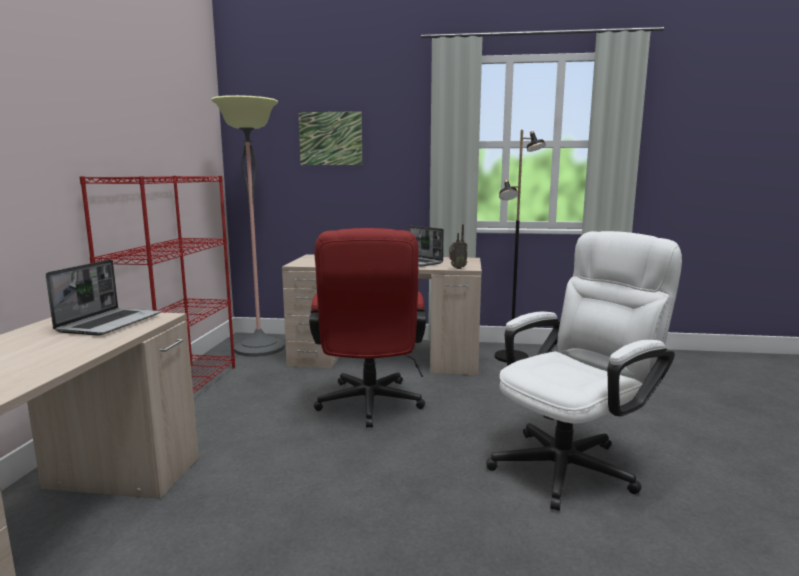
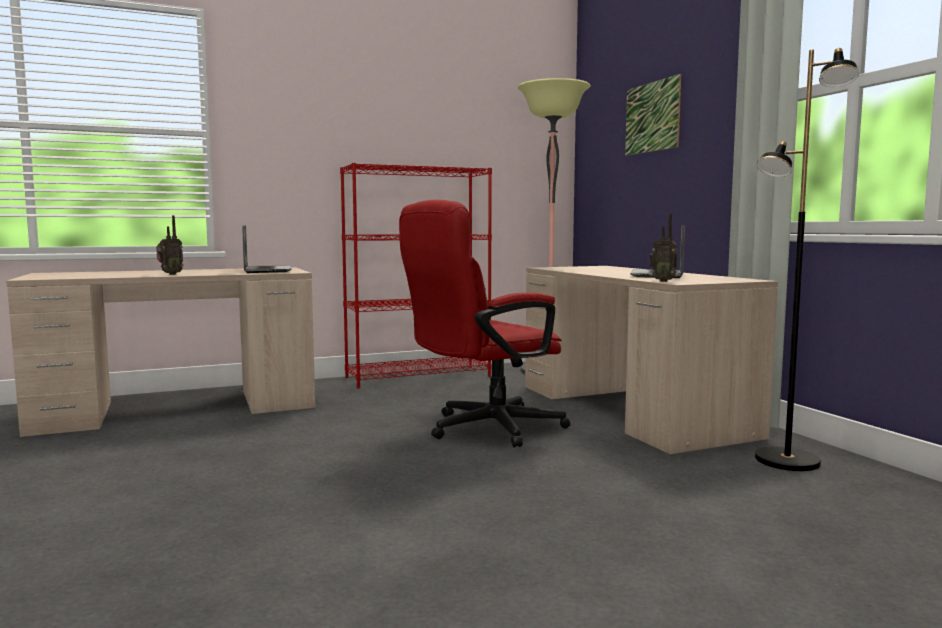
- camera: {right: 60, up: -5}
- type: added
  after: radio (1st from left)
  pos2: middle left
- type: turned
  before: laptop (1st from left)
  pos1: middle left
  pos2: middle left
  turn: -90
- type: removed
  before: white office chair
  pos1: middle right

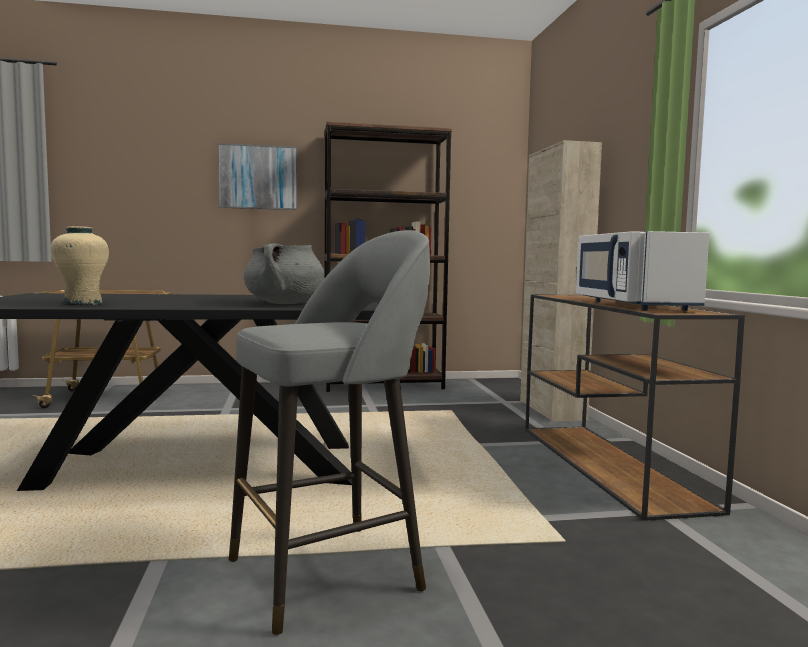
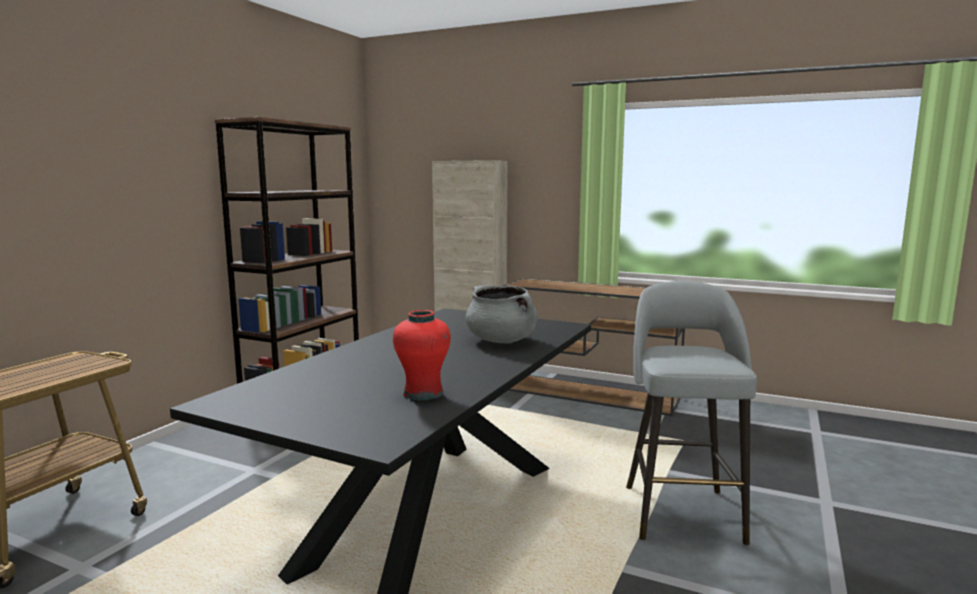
- camera: {right: -55, up: 5}
- type: recoloured
  before: beige vase
  after: red vase
  pos1: middle left
  pos2: centre
- type: removed
  before: picture
  pos1: top left
- type: removed
  before: white microwave
  pos1: middle right

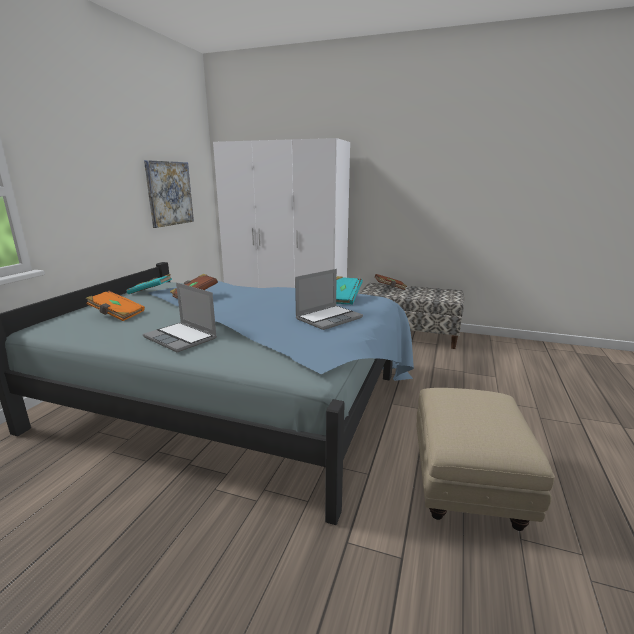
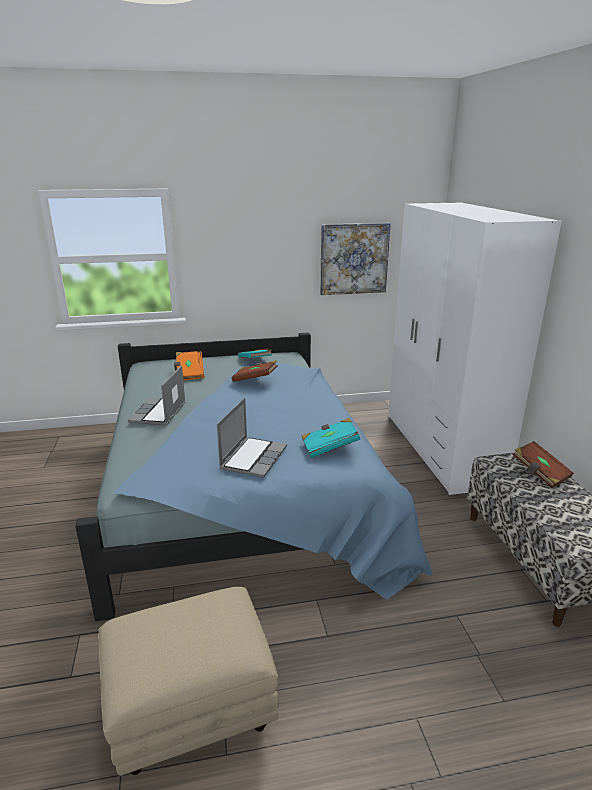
- camera: {right: 60, up: 5}
- type: turned
  before: laptop (2nd from left)
  pos1: centre
  pos2: centre
  turn: -90

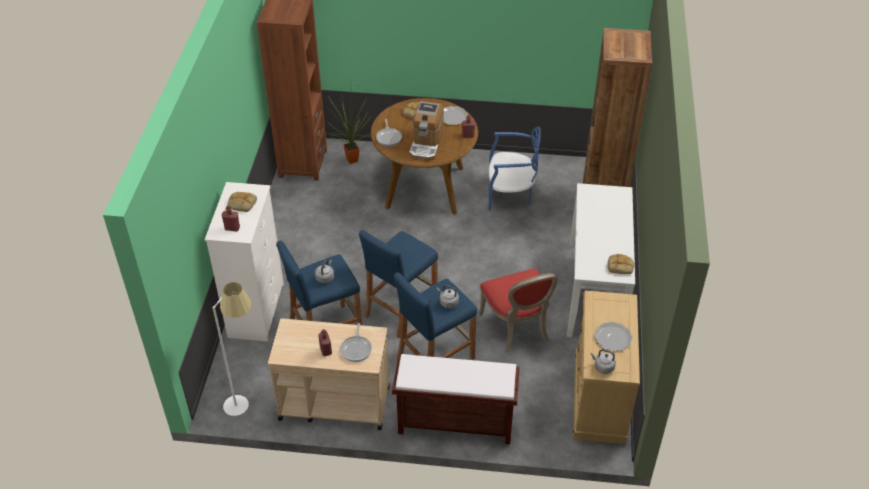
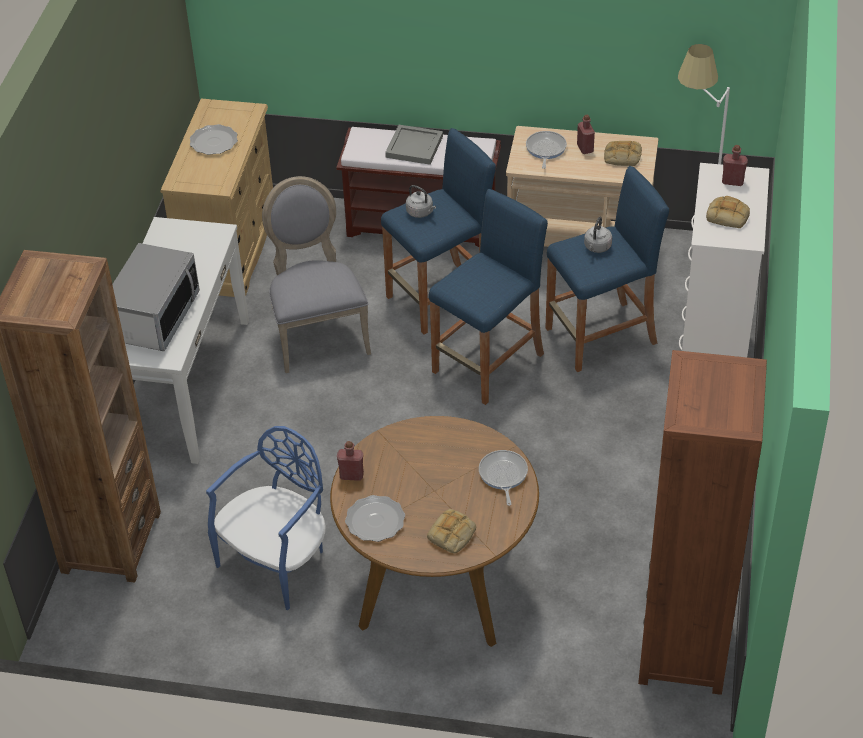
- camera: {right: -175, up: 0}
- type: added
  after: microwave
  pos2: middle left
- type: turned
  before: blue chair
  pos1: centre
  pos2: bottom left
  turn: 120
- type: recoloured
  before: red chair
  after: grey chair
  pos1: centre
  pos2: centre
- type: added
  after: grey tray
  pos2: top centre
- type: moved
  before: bread (3rd from left in the first image)
  after: bread (2nd from left)
  pos1: middle right
  pos2: top right
- type: removed
  before: potted plant
  pos1: top centre
- type: removed
  before: coffee machine
  pos1: top centre
- type: removed
  before: grey kettle (3rd from left)
  pos1: bottom right

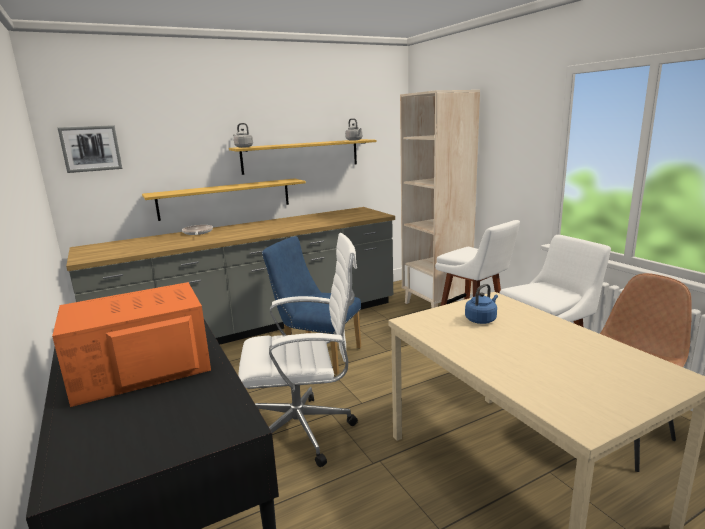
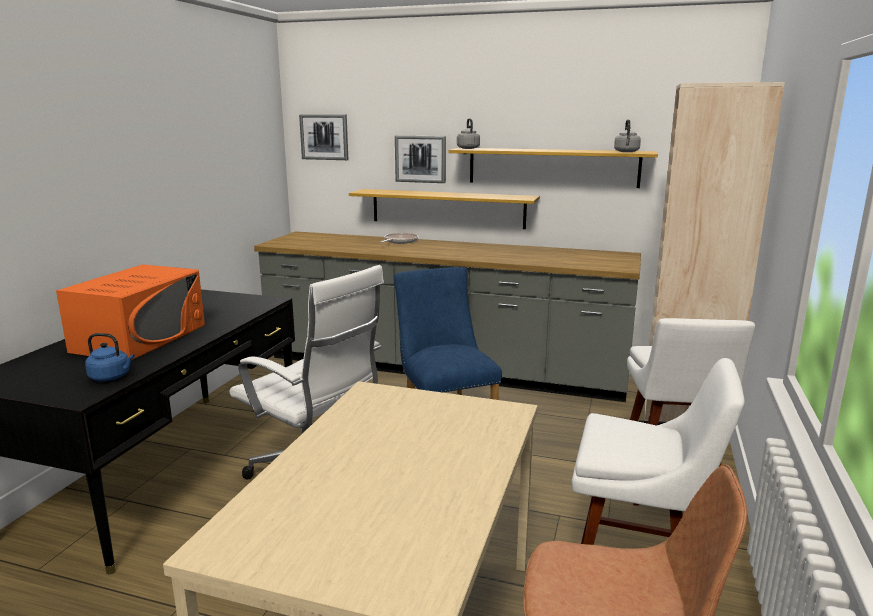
- camera: {right: 45, up: 0}
- type: turned
  before: orange microwave
  pos1: middle left
  pos2: middle left
  turn: 90
- type: moved
  before: blue kettle
  pos1: middle right
  pos2: middle left
- type: added
  after: picture (2nd from left)
  pos2: top centre

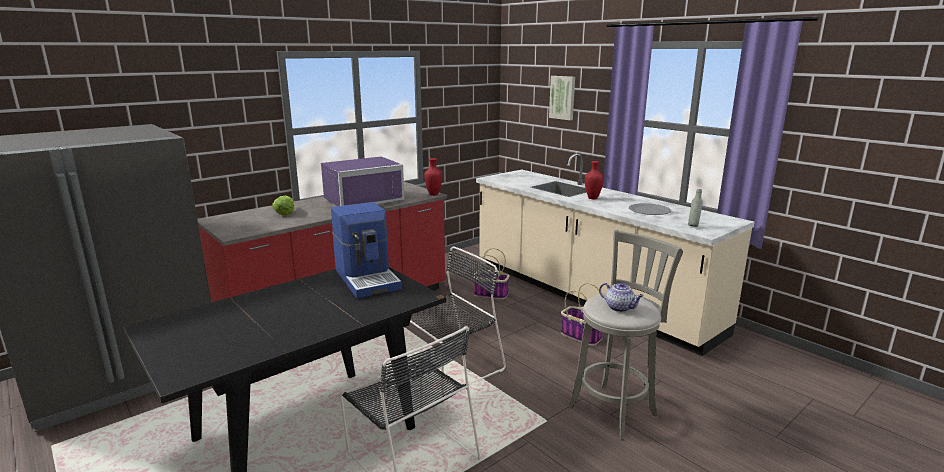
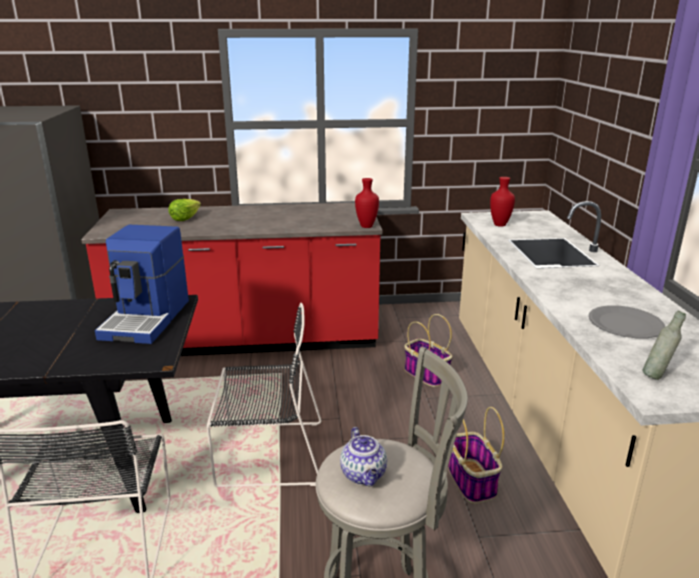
- camera: {right: 35, up: 5}
- type: moved
  before: red vase (2nd from left)
  pos1: centre
  pos2: middle right
- type: removed
  before: purple microwave
  pos1: centre
- type: removed
  before: picture
  pos1: top centre

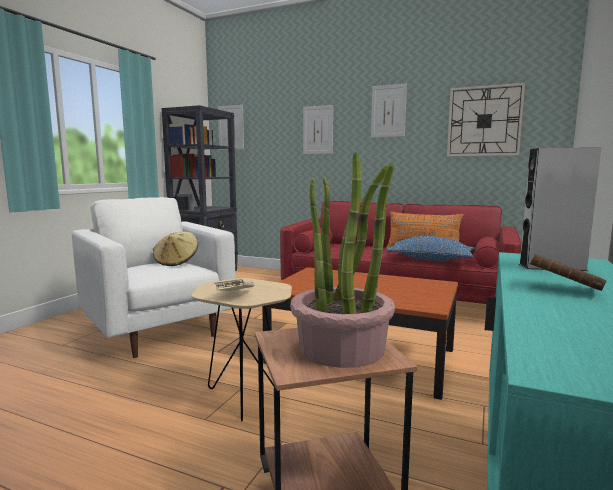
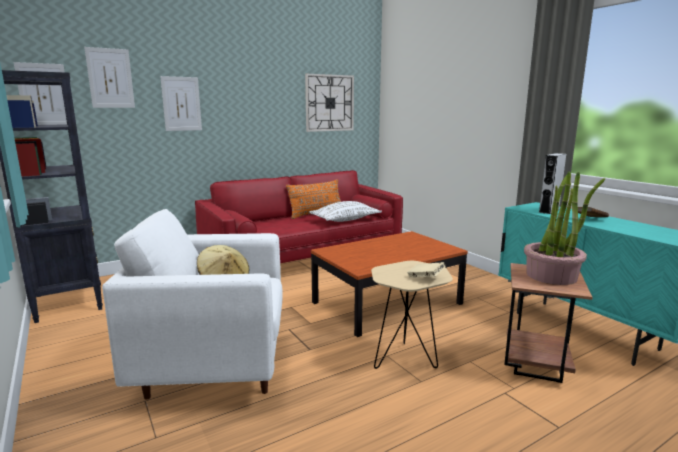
- camera: {right: -55, up: 5}
- type: moved
  before: picture (3rd from left in the first image)
  after: picture (2nd from left)
  pos1: top centre
  pos2: top left
- type: recoloured
  before: blue pillow
  after: white pillow
  pos1: middle right
  pos2: centre

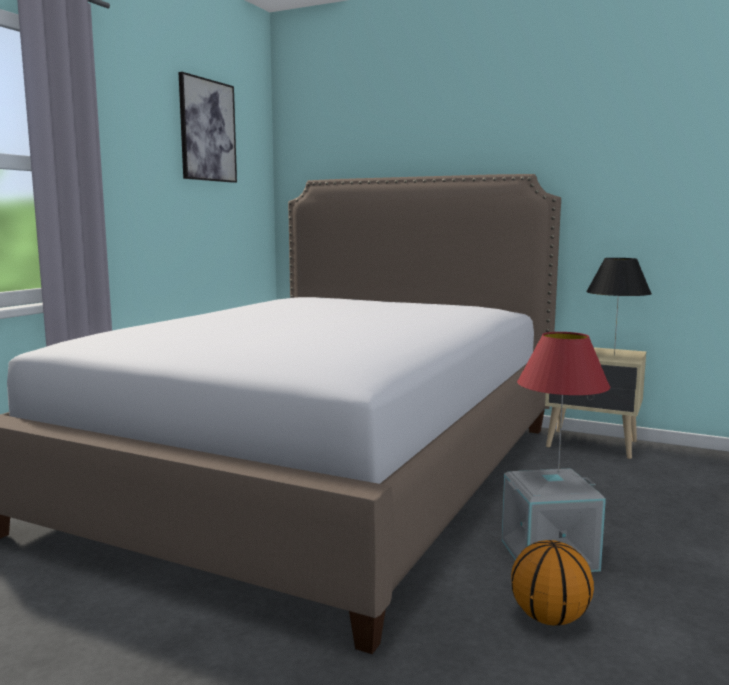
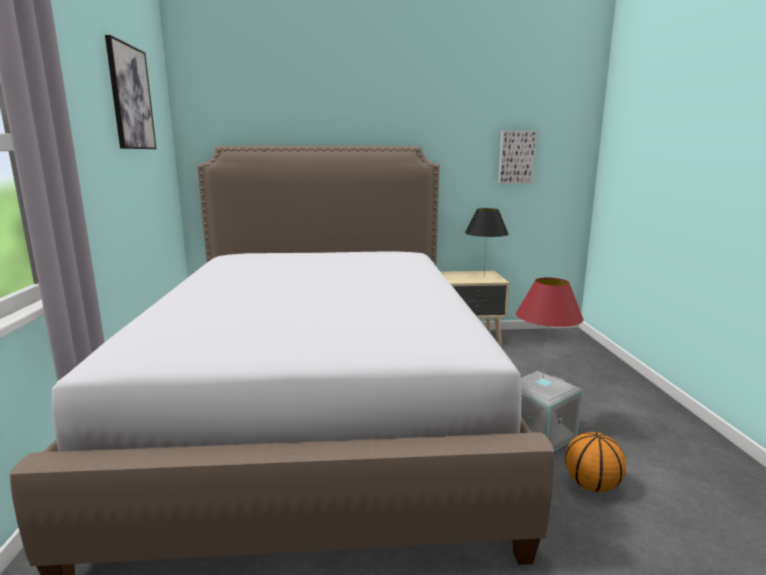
- camera: {right: -30, up: 5}
- type: added
  after: picture (2nd from left)
  pos2: top right

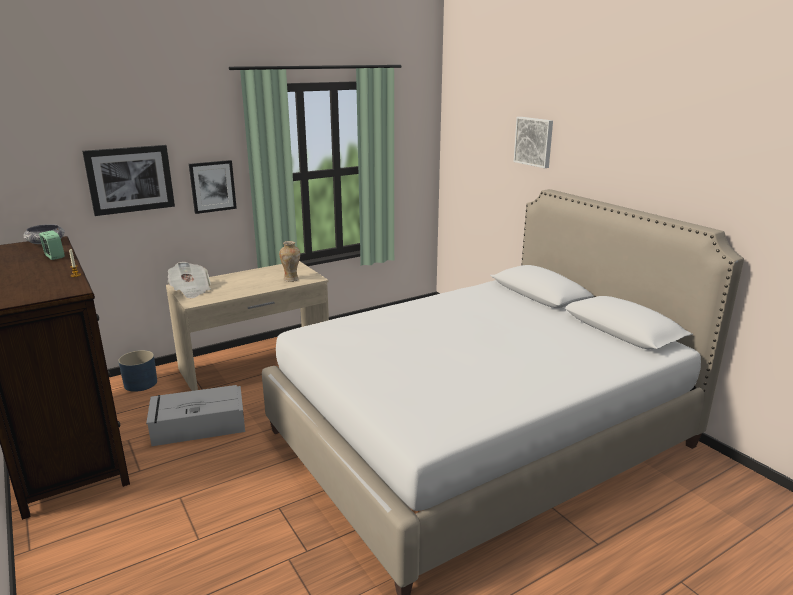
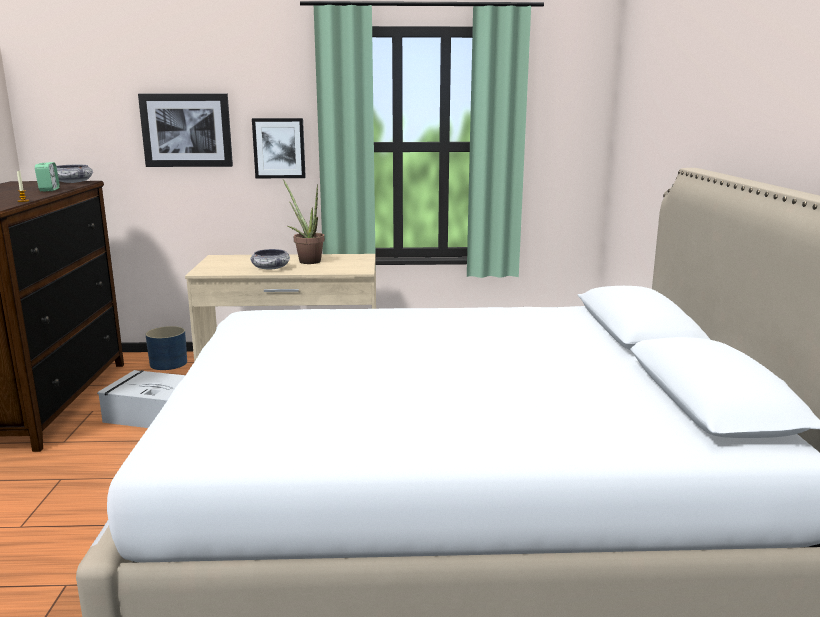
- camera: {right: 30, up: -5}
- type: added
  after: bowl (2nd from left)
  pos2: middle left
- type: added
  after: potted plant
  pos2: centre
- type: removed
  before: newspaper
  pos1: middle left
- type: removed
  before: vase
  pos1: centre
- type: removed
  before: picture (3rd from left)
  pos1: top right

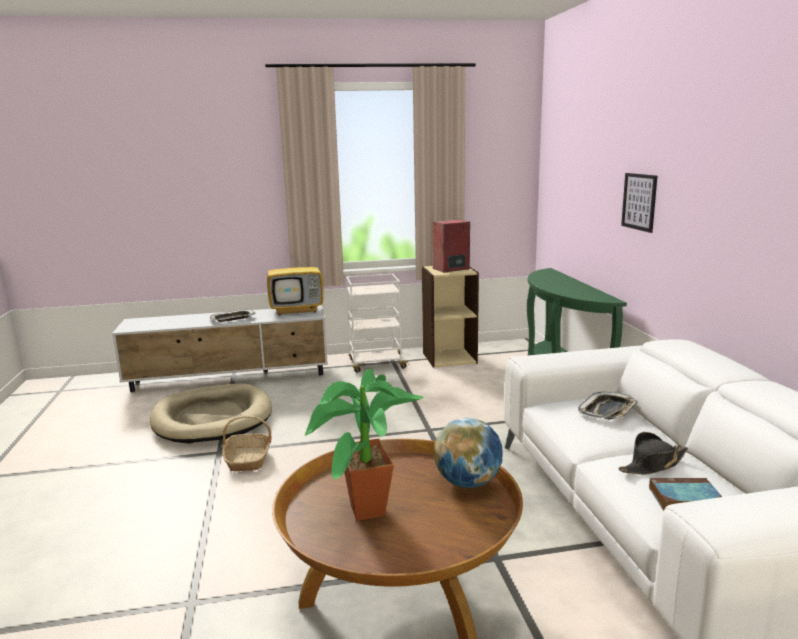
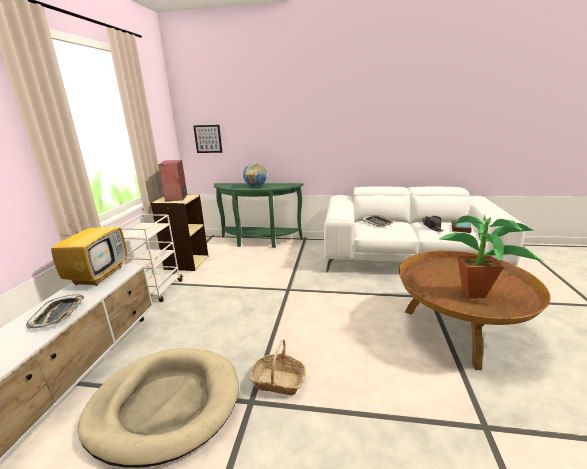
- camera: {right: -70, up: 5}
- type: moved
  before: picture
  pos1: top right
  pos2: top centre
- type: moved
  before: globe
  pos1: bottom centre
  pos2: centre

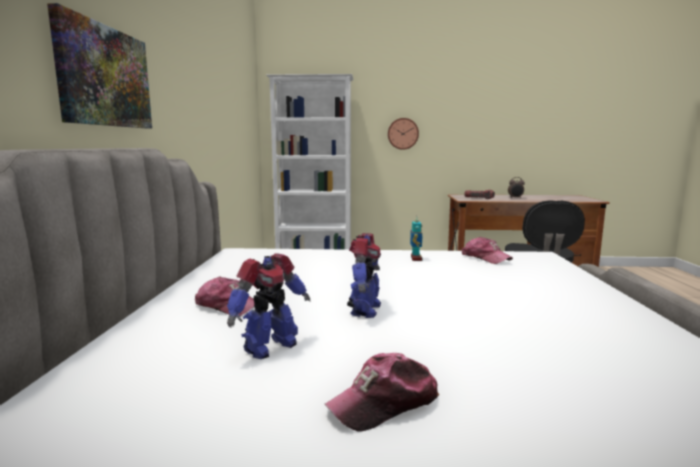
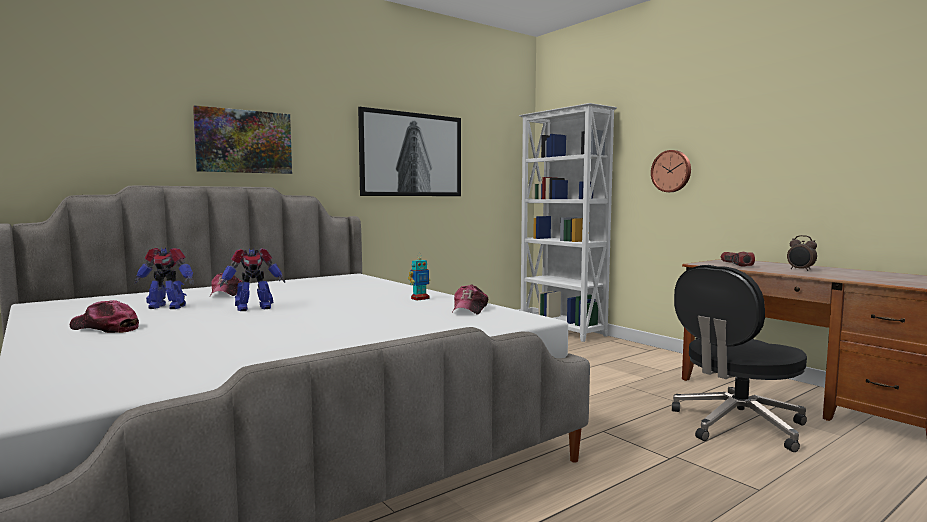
- camera: {right: 50, up: -5}
- type: added
  after: picture (2nd from left)
  pos2: top centre

